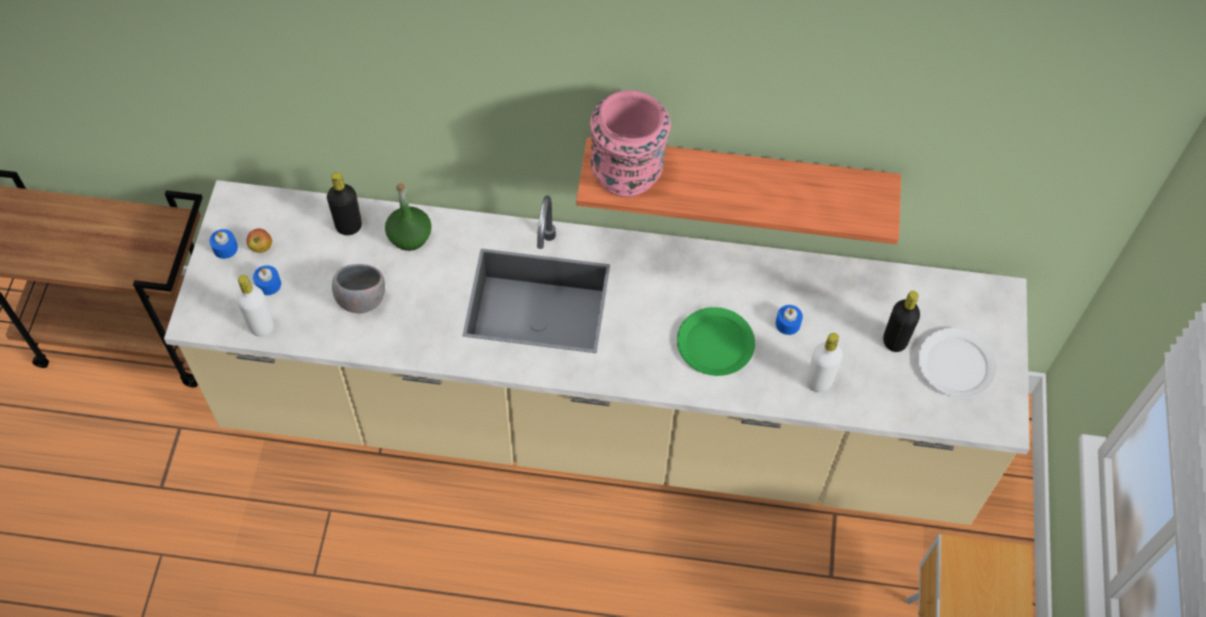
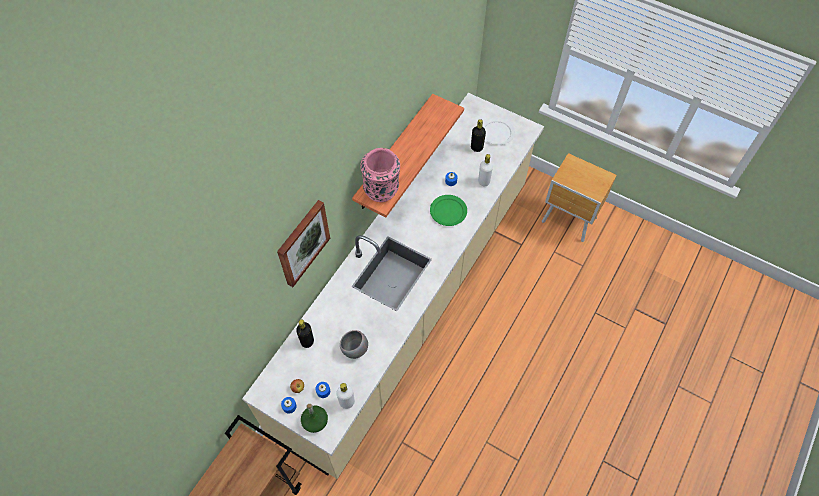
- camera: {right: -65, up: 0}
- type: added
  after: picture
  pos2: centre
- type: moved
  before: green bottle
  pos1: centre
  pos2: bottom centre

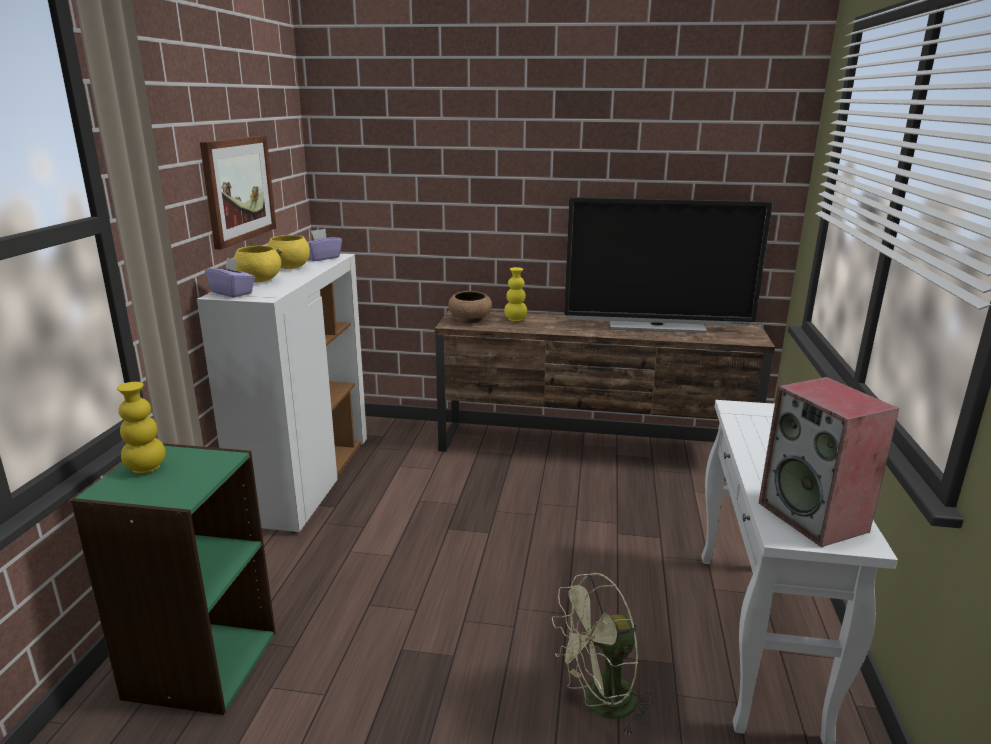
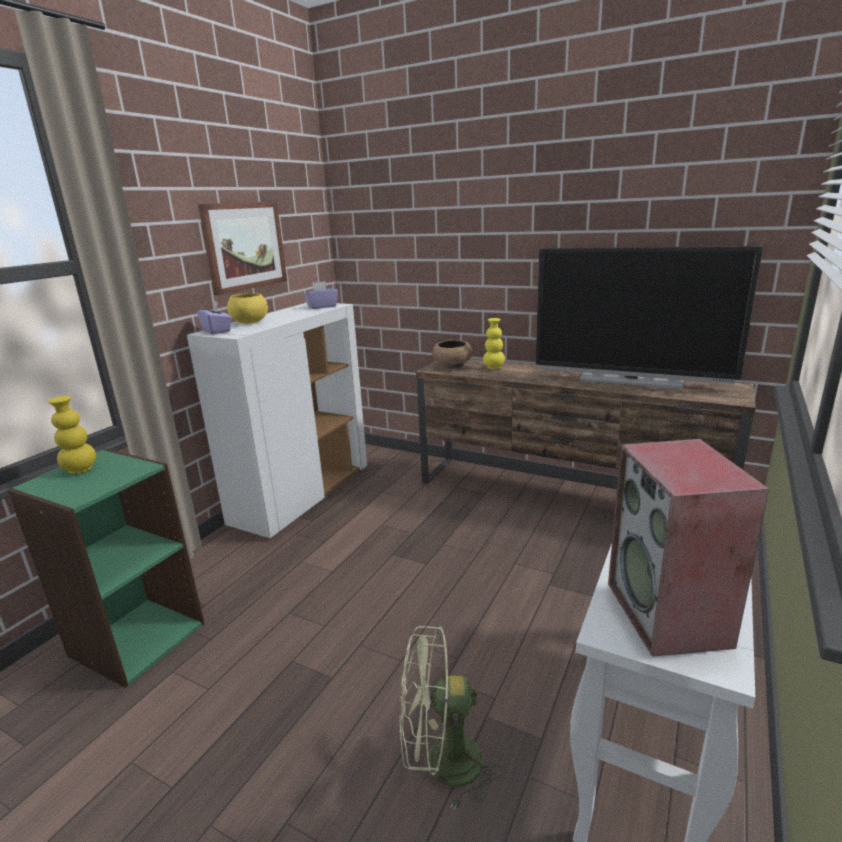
- camera: {right: 20, up: 0}
- type: removed
  before: yellow bowl (2nd from left)
  pos1: middle left

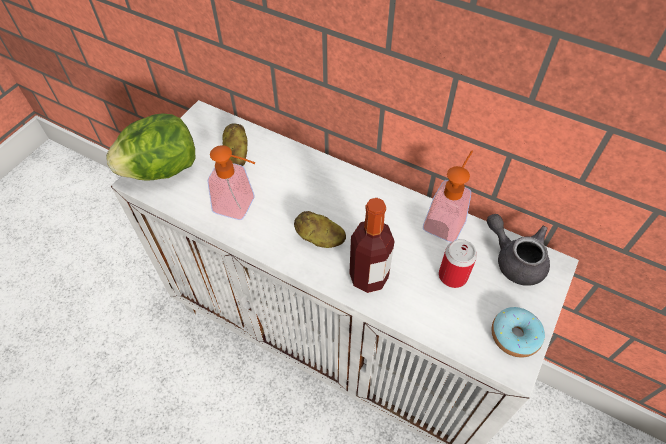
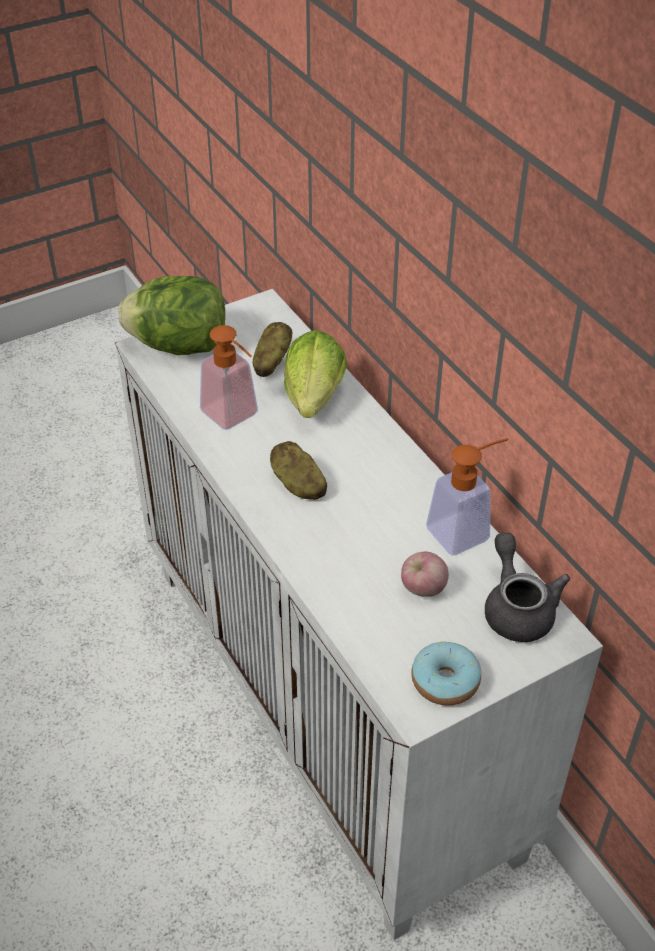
- camera: {right: 30, up: -10}
- type: added
  after: lettuce (2nd from left)
  pos2: centre
- type: replaced
  before: can
  after: apple
  pos1: middle right
  pos2: centre
- type: removed
  before: bottle
  pos1: centre

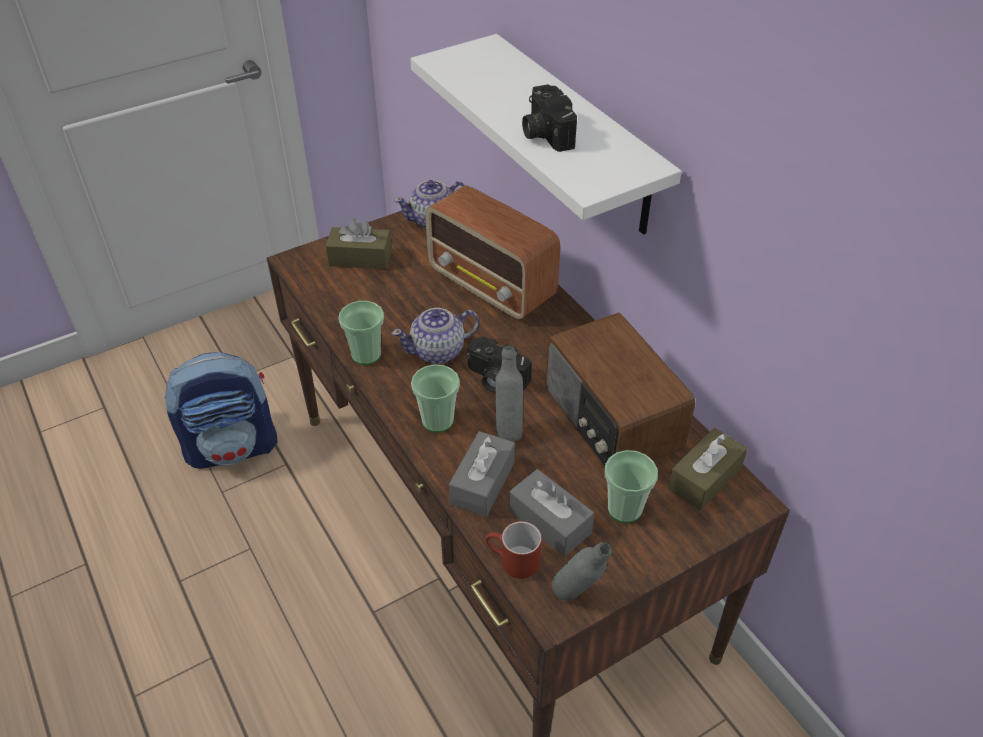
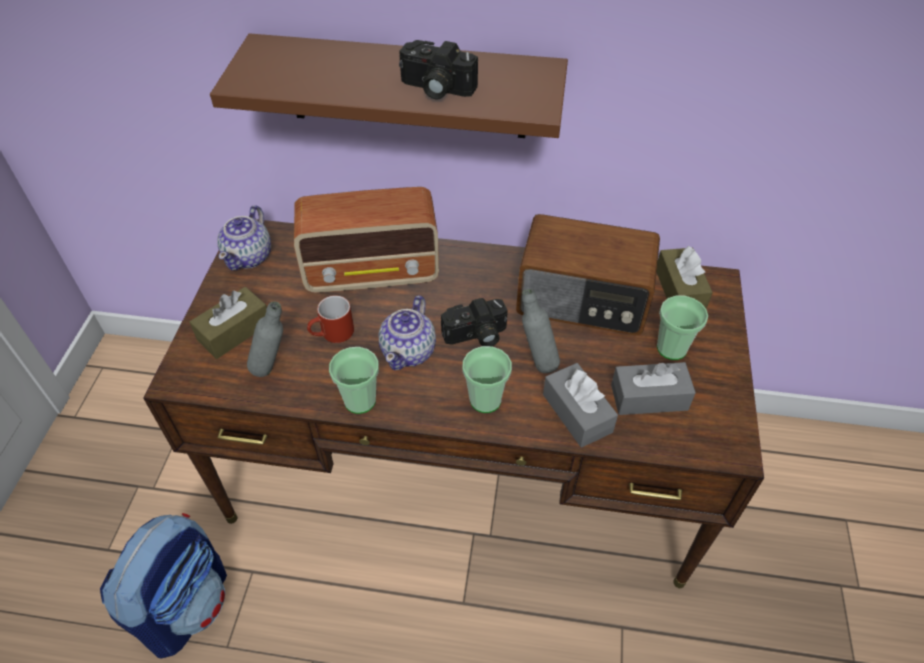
- camera: {right: -50, up: 5}
- type: recoloured
  before: white shelf
  after: brown shelf
  pos1: top centre
  pos2: top centre
- type: moved
  before: grey bottle (2nd from left in the first image)
  after: grey bottle (1st from left)
  pos1: bottom centre
  pos2: middle left
- type: moved
  before: red mug
  pos1: bottom centre
  pos2: centre

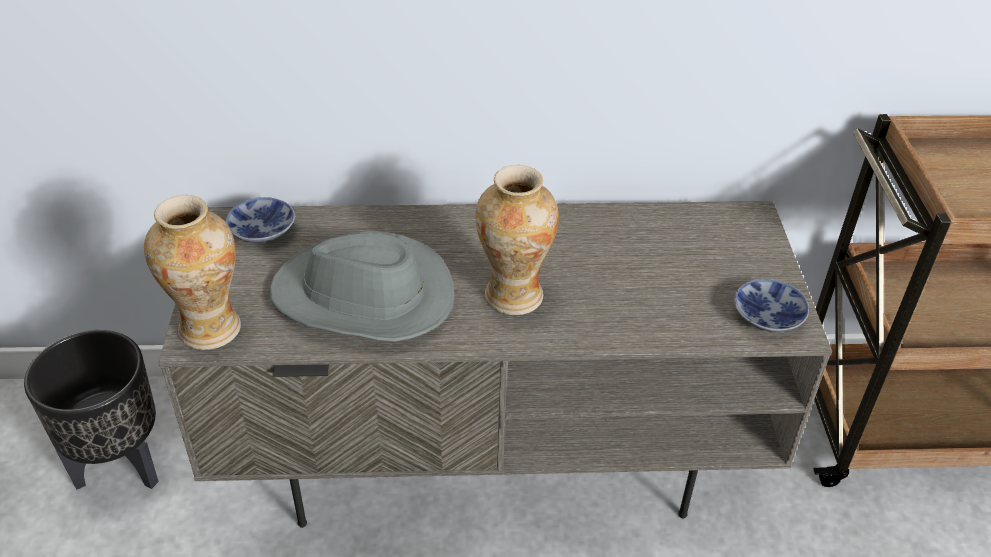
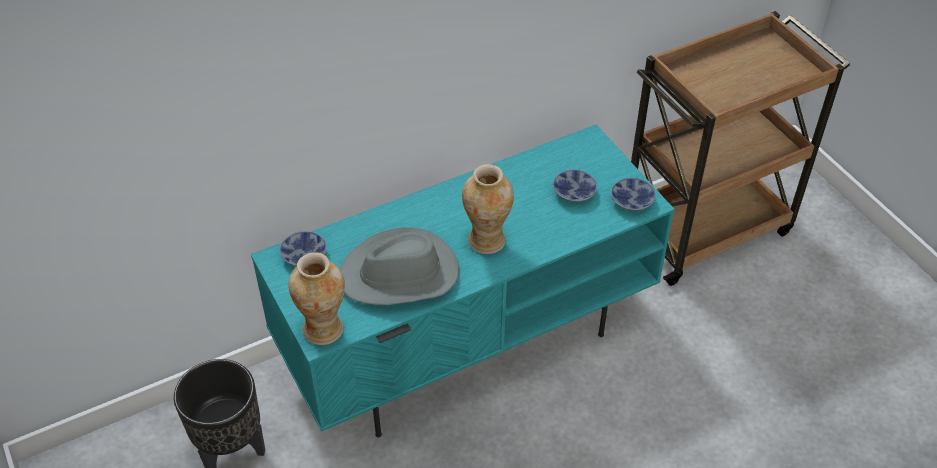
- camera: {right: -25, up: 5}
- type: recoloured
  before: grey tv stand
  after: turquoise tv stand
  pos1: centre
  pos2: centre
- type: added
  after: bowl (2nd from left)
  pos2: centre

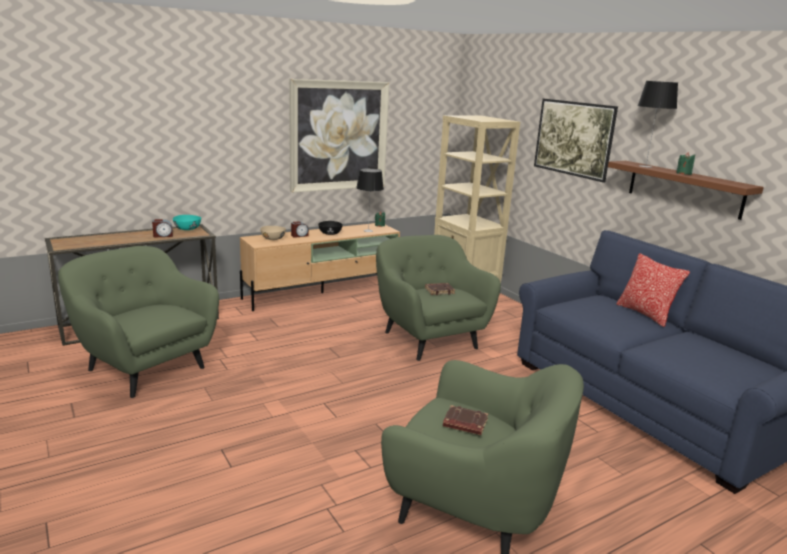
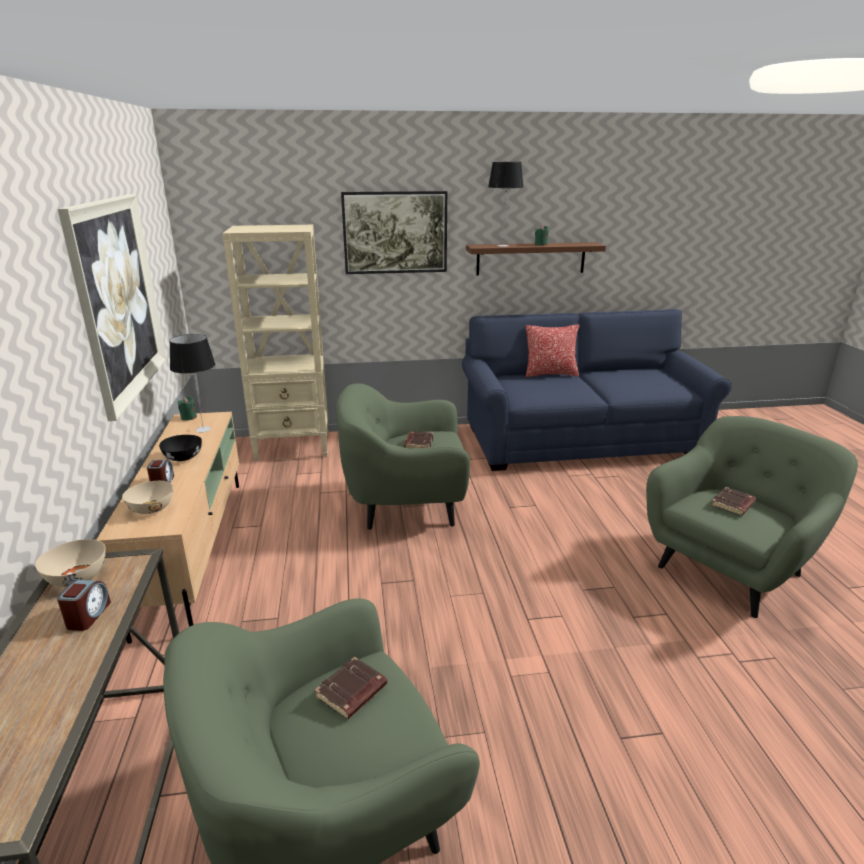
- camera: {right: -65, up: 5}
- type: recoloured
  before: turquoise bowl
  after: beige bowl (1st from left)
  pos1: middle left
  pos2: middle left
- type: added
  after: brown book (1st from left)
  pos2: bottom centre

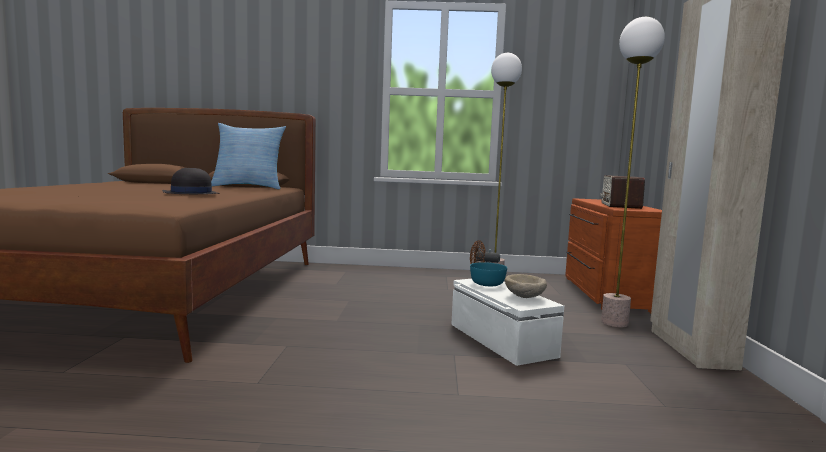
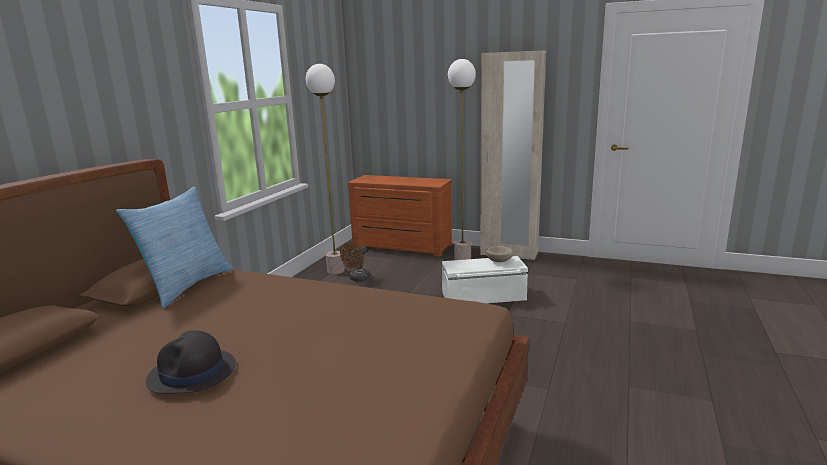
- camera: {right: -70, up: 10}
- type: moved
  before: black hat
  pos1: middle left
  pos2: bottom left
- type: removed
  before: turquoise bowl
  pos1: centre
- type: removed
  before: radio
  pos1: middle right

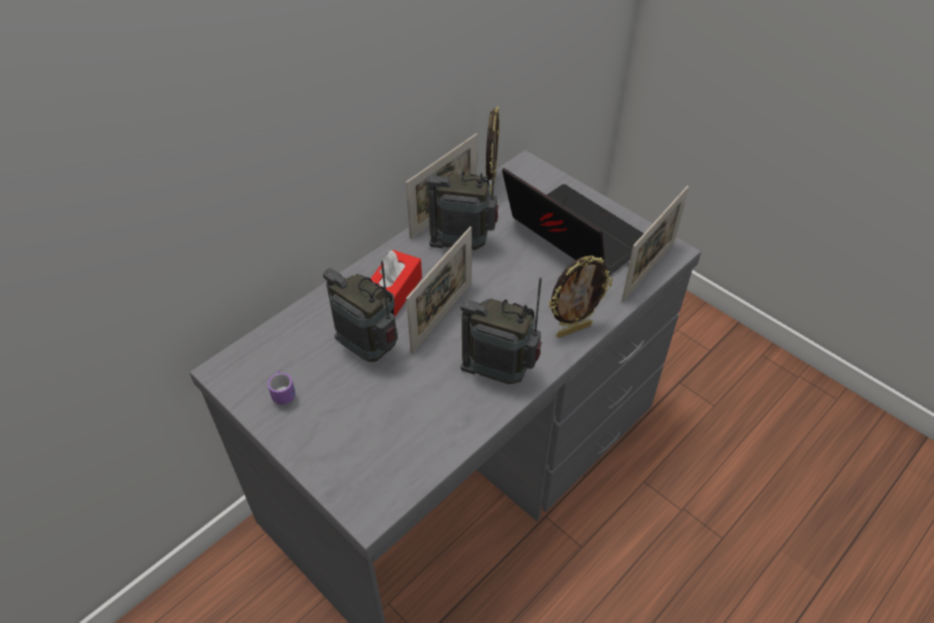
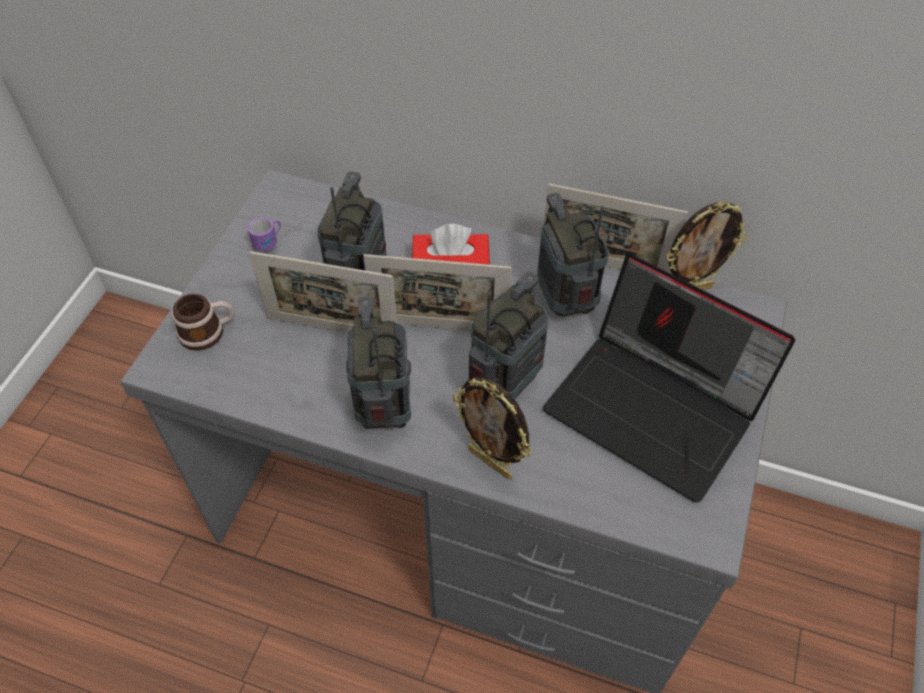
- camera: {right: 65, up: 5}
- type: added
  after: mug (1st from left)
  pos2: middle left
- type: moved
  before: picture frame (5th from left in the first image)
  after: picture frame (1st from left)
  pos1: middle right
  pos2: centre
- type: added
  after: radio (3rd from left)
  pos2: centre
- type: turned
  before: laptop
  pos1: centre
  pos2: middle right
  turn: 105

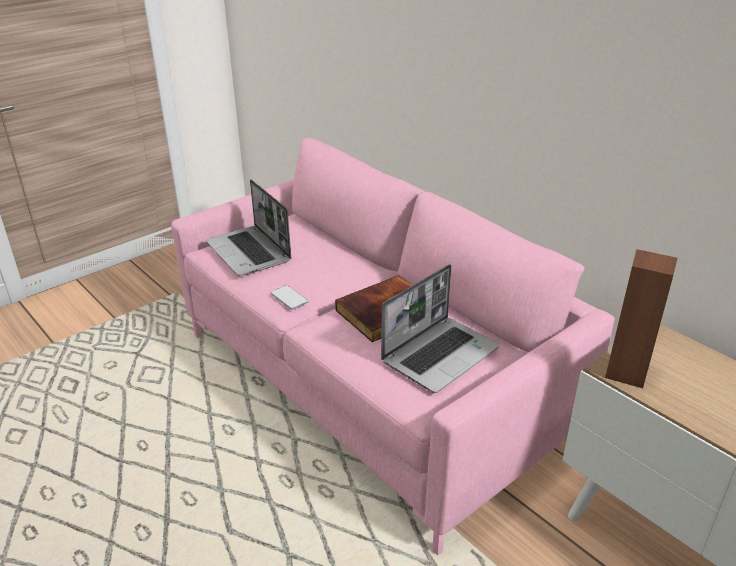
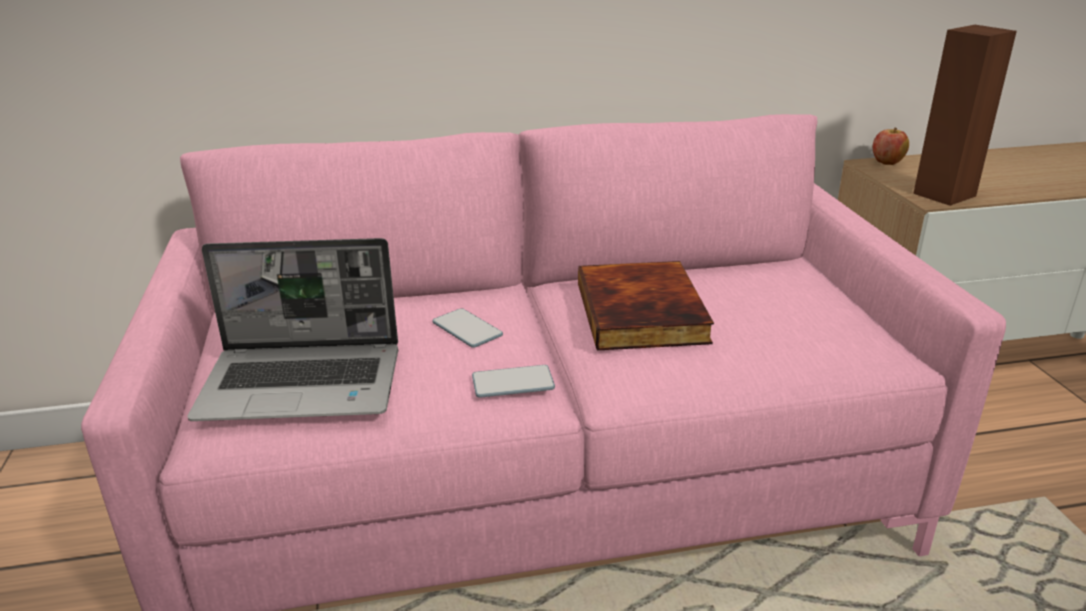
- camera: {right: -60, up: -5}
- type: added
  after: phone (1st from left)
  pos2: centre
- type: added
  after: apple
  pos2: top right
- type: removed
  before: laptop (2nd from left)
  pos1: centre

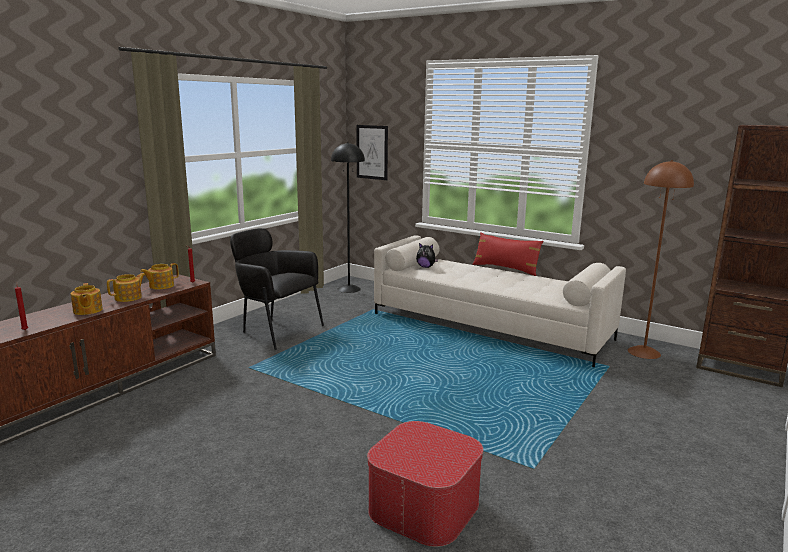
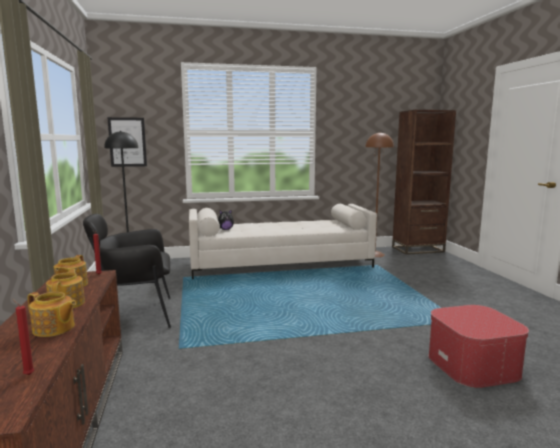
- camera: {right: -45, up: -5}
- type: removed
  before: red pillow
  pos1: centre

